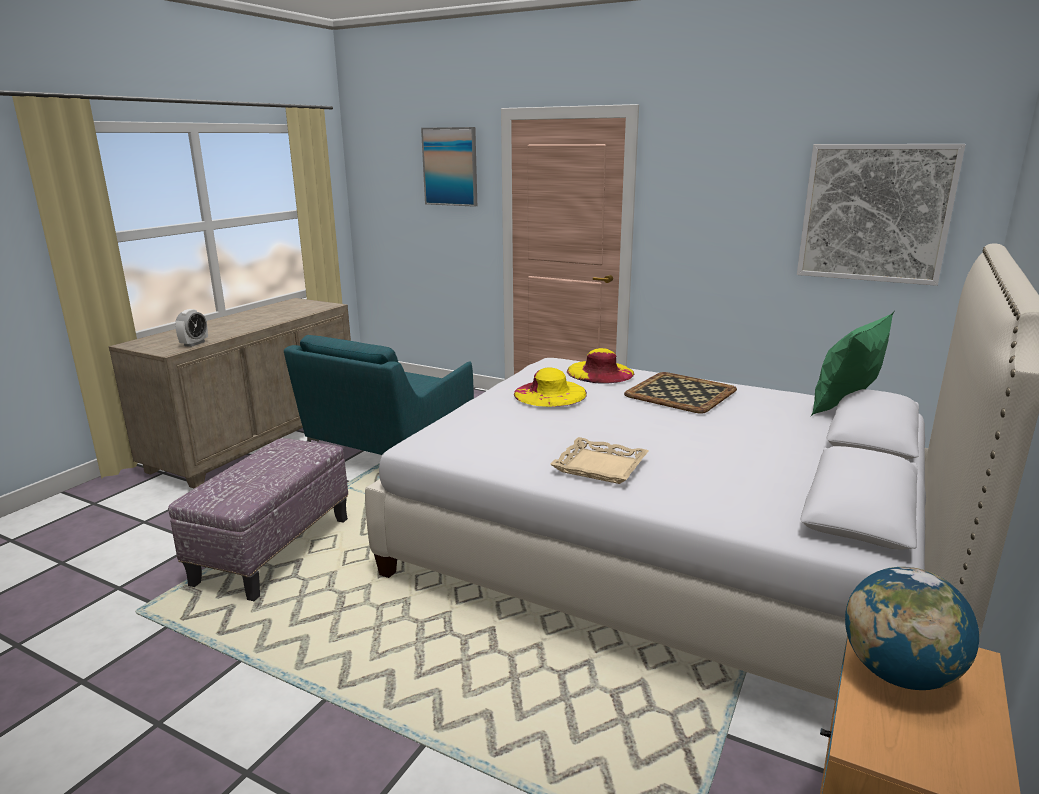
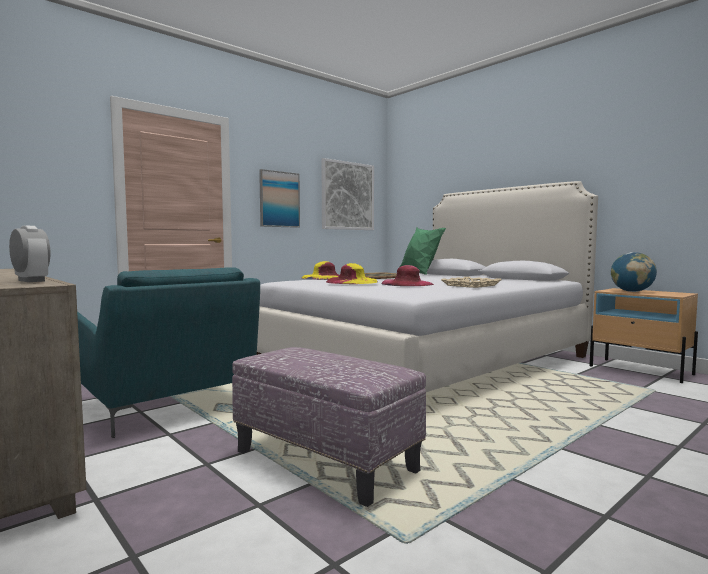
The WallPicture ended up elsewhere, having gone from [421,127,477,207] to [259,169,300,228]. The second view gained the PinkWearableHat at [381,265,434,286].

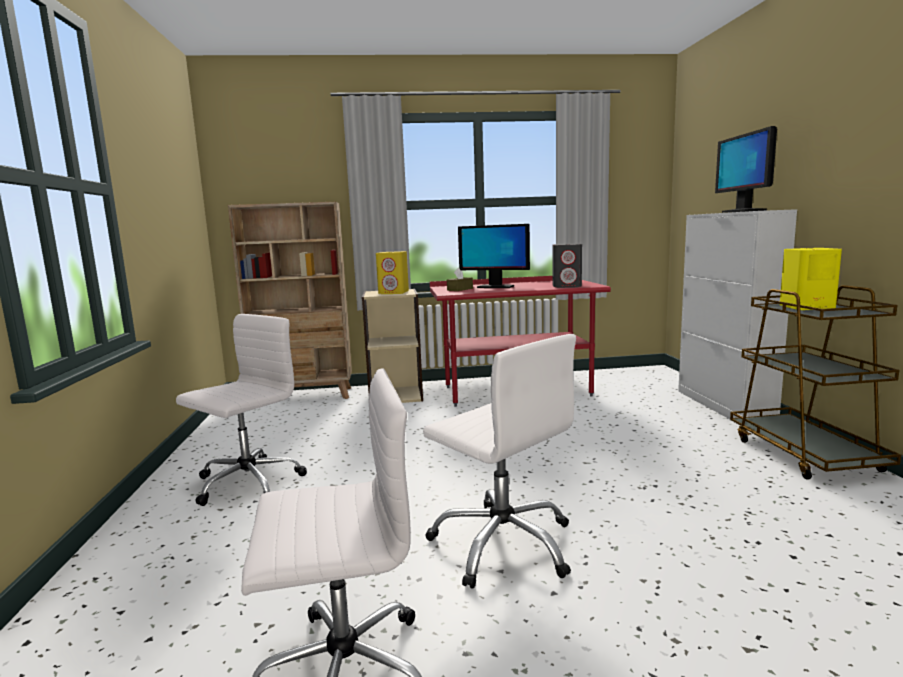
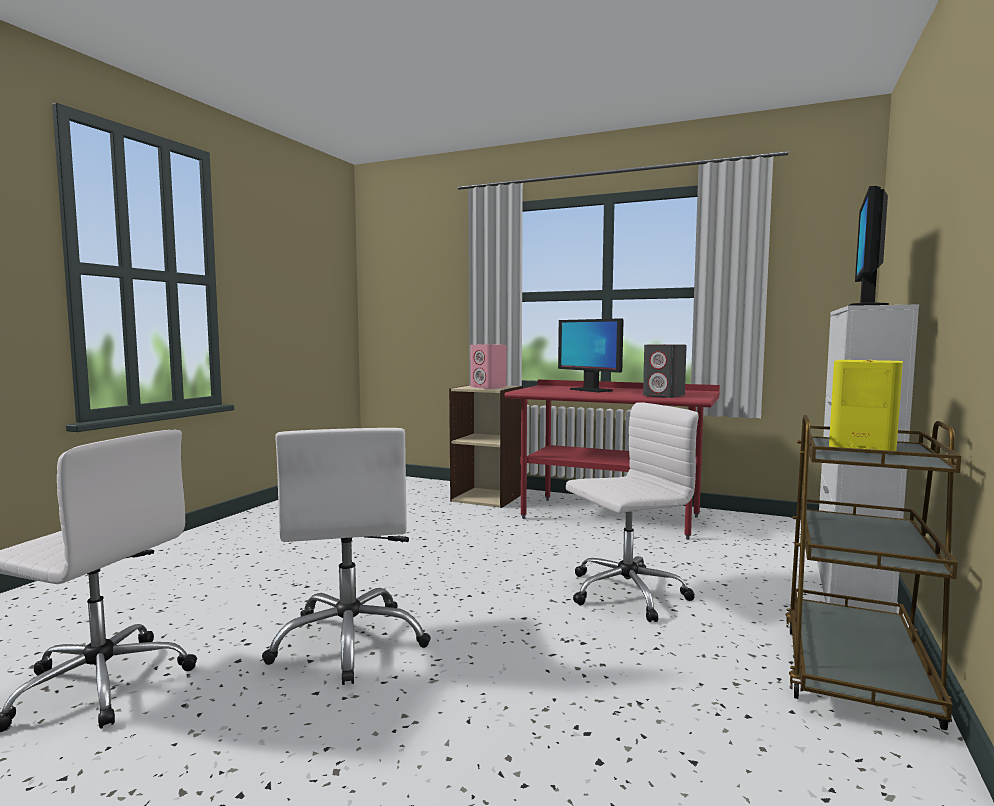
The second view lost the BeigeBookcase at [228,202,352,399]. What was the YellowAudioSpeaker at [376,251,409,294] turned into the PinkAudioSpeaker at [471,344,506,389]. The second view lost the BrownTissueBox at [447,268,473,291]. The WhiteColouredComputerChair ended up elsewhere, having gone from [176,314,307,506] to [566,402,698,622].

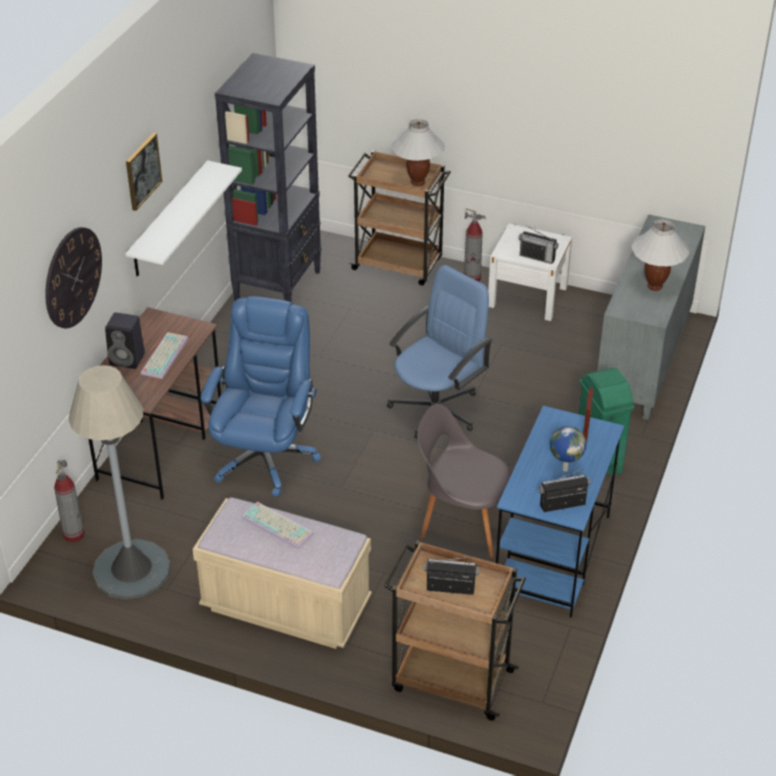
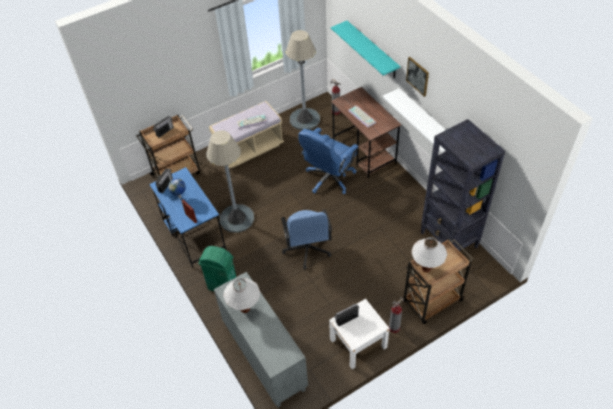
Where the WallClock hung at [45,227,102,328], the BlueGreenBracketShelf came to hang at [331,21,401,78]. The BluishComputerChair at [200,296,321,497] ended up facing another way, 75 degrees clockwise from before. The second view lost the BlackAudioSpeaker at [105,313,145,369]. Where the GreyPlainChair stood at [417,404,511,558], the GreyStandingLamp came to stand at [207,130,254,233].

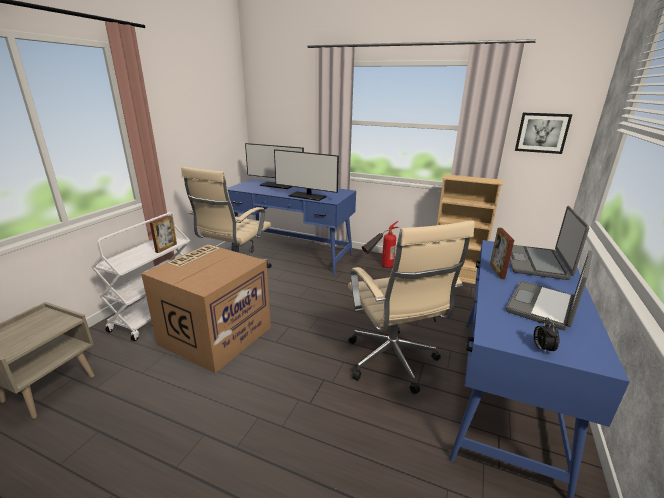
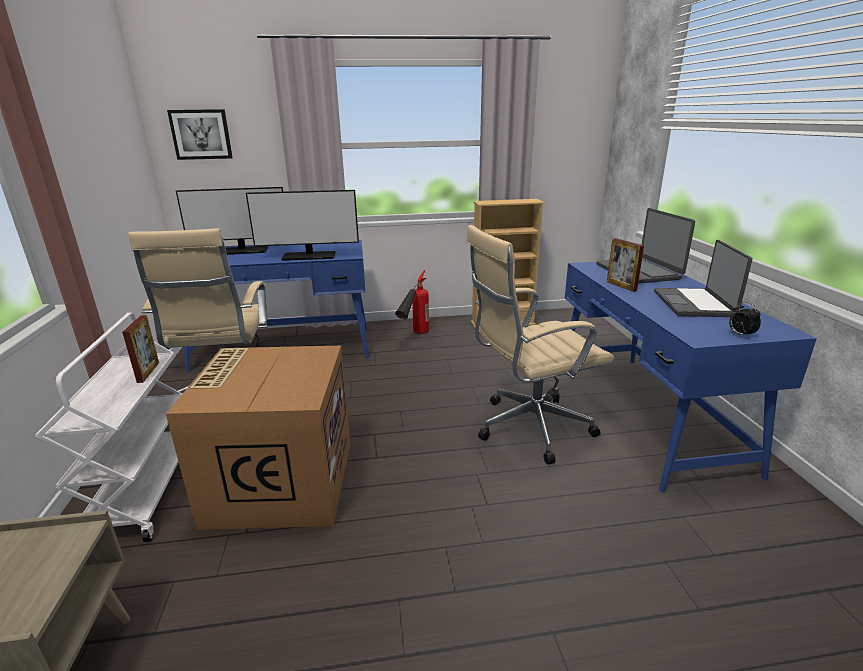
The WallPicture ended up elsewhere, having gone from [515,113,572,154] to [167,109,233,160]. The BeigeComputerChair at [348,220,475,394] ended up facing another way, 120 degrees clockwise from before.

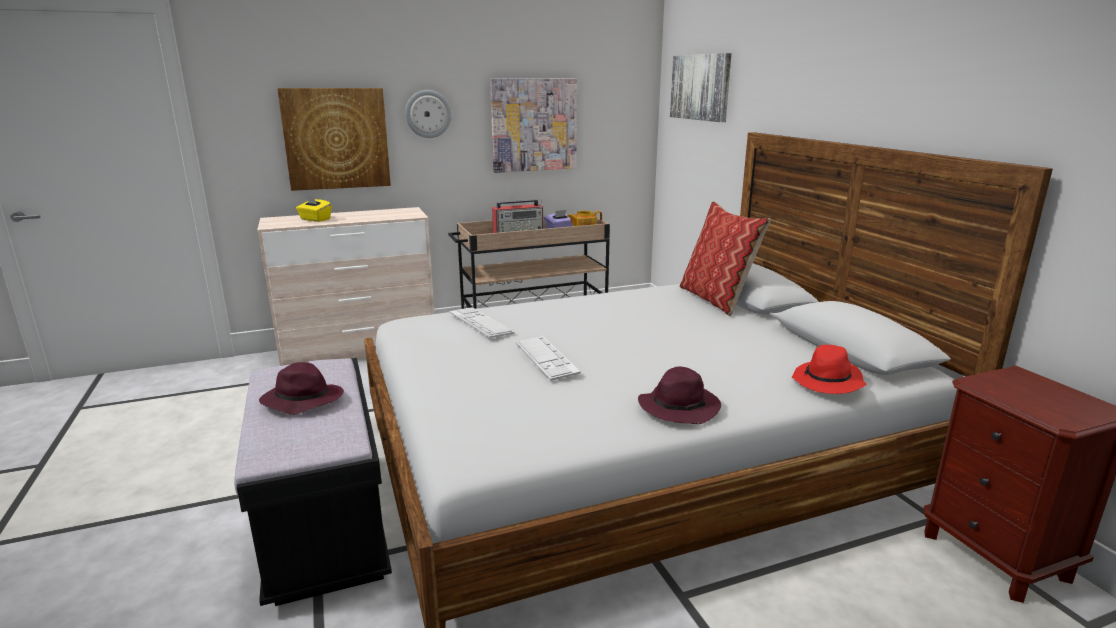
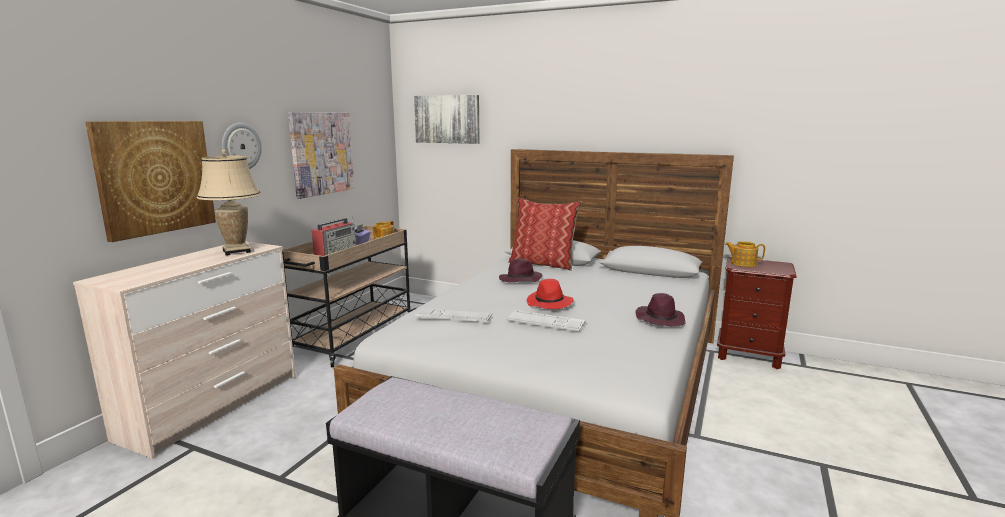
The second view lost the YellowTissueBox at [296,195,332,222]. The ReddishWearableHat ended up elsewhere, having gone from [792,345,867,394] to [527,279,574,309]. The PurpleColouredWearableHat ended up elsewhere, having gone from [259,362,344,415] to [499,258,542,282]. The second view gained the BeigeLampForATable at [197,150,261,256]. The second view gained the TeaPot at [725,241,765,267].

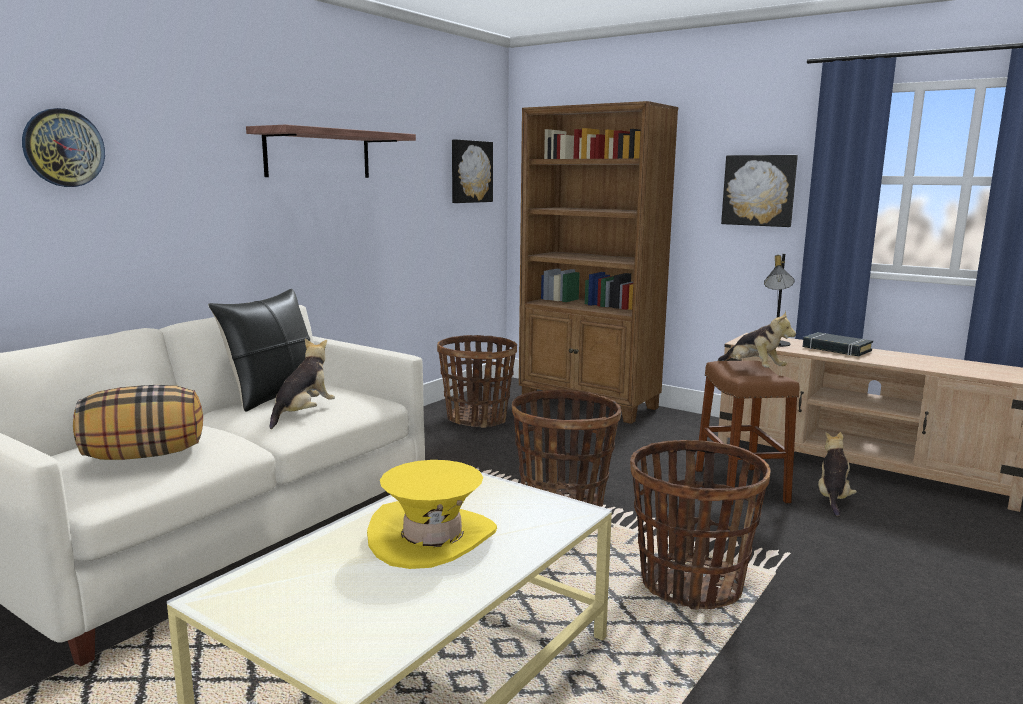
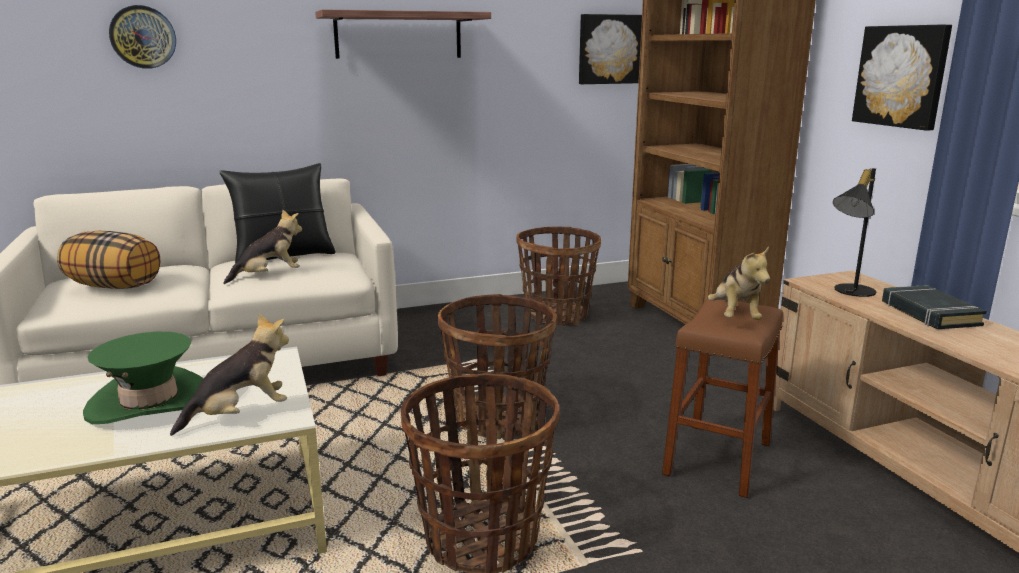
The SoftToy ended up elsewhere, having gone from [818,432,857,516] to [170,313,289,436]. What was the YellowWearableHat at [367,460,497,569] turned into the GreenWearableHat at [83,332,204,424].

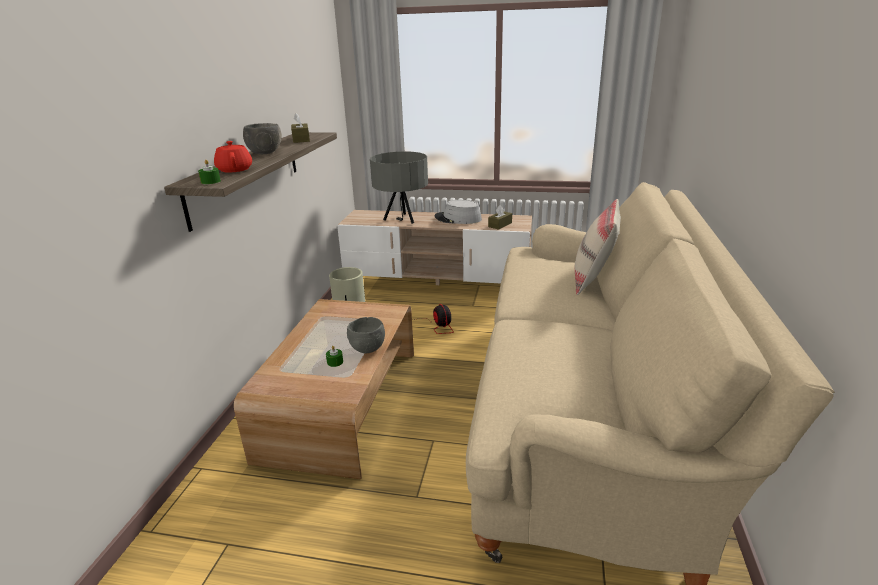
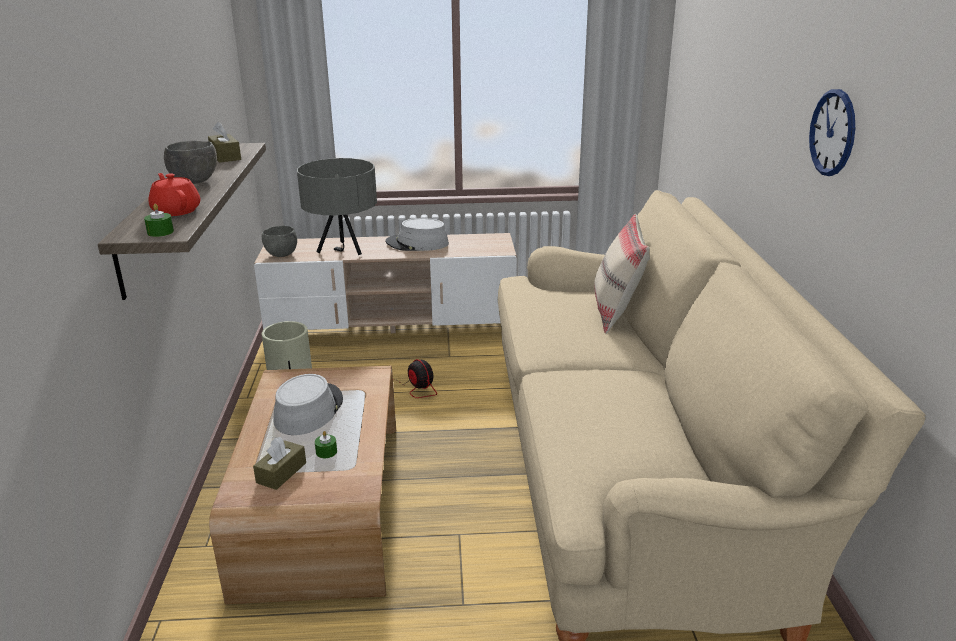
The BrownTissueBox ended up elsewhere, having gone from [488,205,512,230] to [253,437,306,490]. The GreyBowl ended up elsewhere, having gone from [347,317,385,353] to [262,226,297,257]. The second view gained the WallClock at [809,89,855,176]. The second view gained the GreyWearableHat at [273,374,343,435].

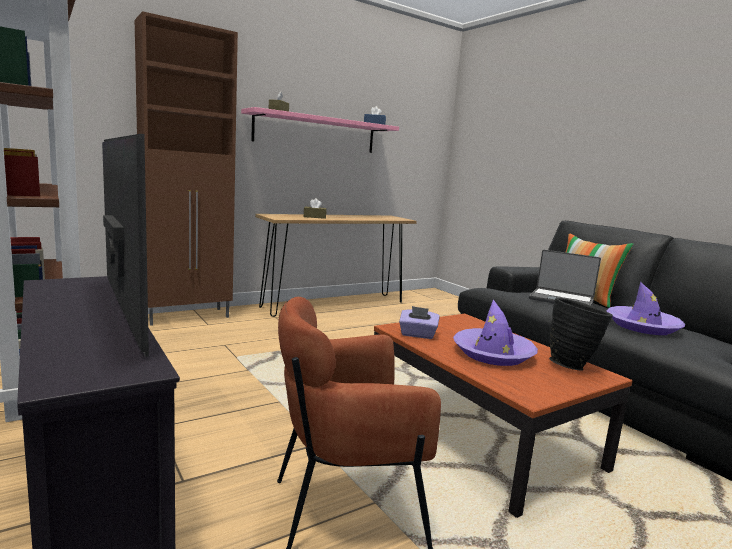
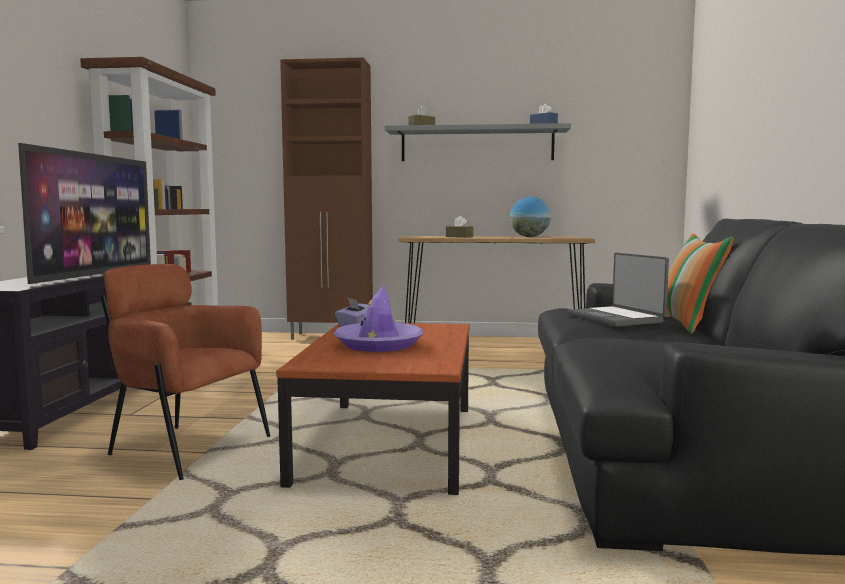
What was the PinkBracketShelf at [241,107,399,153] turned into the GreyBracketShelf at [385,123,571,161]. The second view lost the PurpleColouredWearableHat at [606,282,685,335]. The second view lost the BlackDecorativeVase at [549,298,613,371]. The second view gained the WorldGlobe at [510,197,551,237].

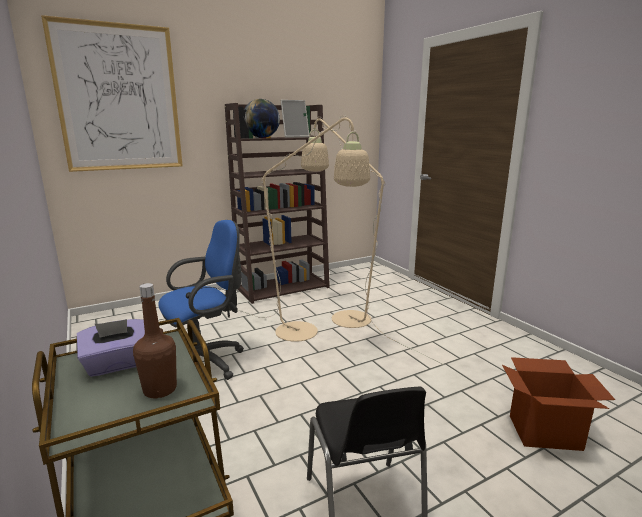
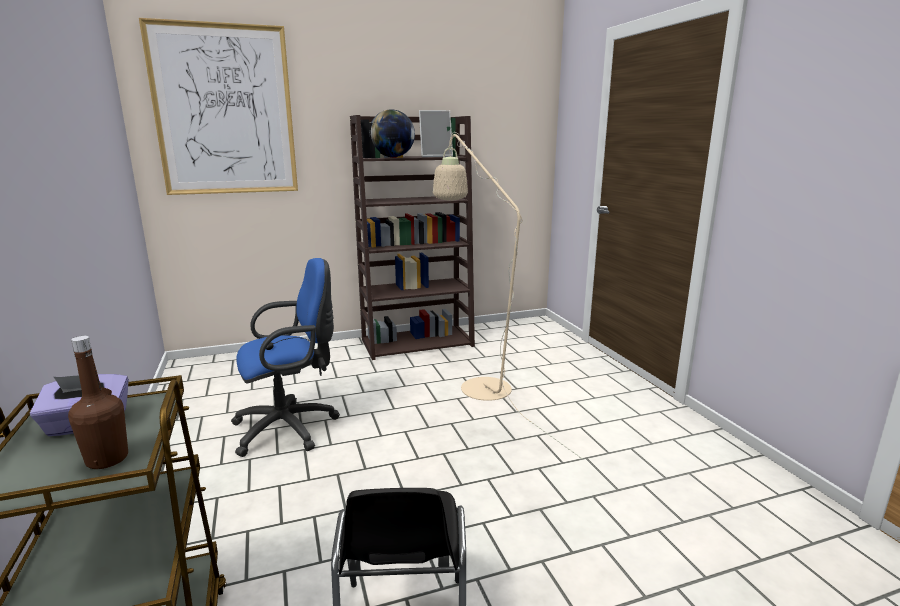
The second view lost the BeigeStandingLamp at [239,115,370,342]. The second view lost the PackingBox at [502,357,615,451].

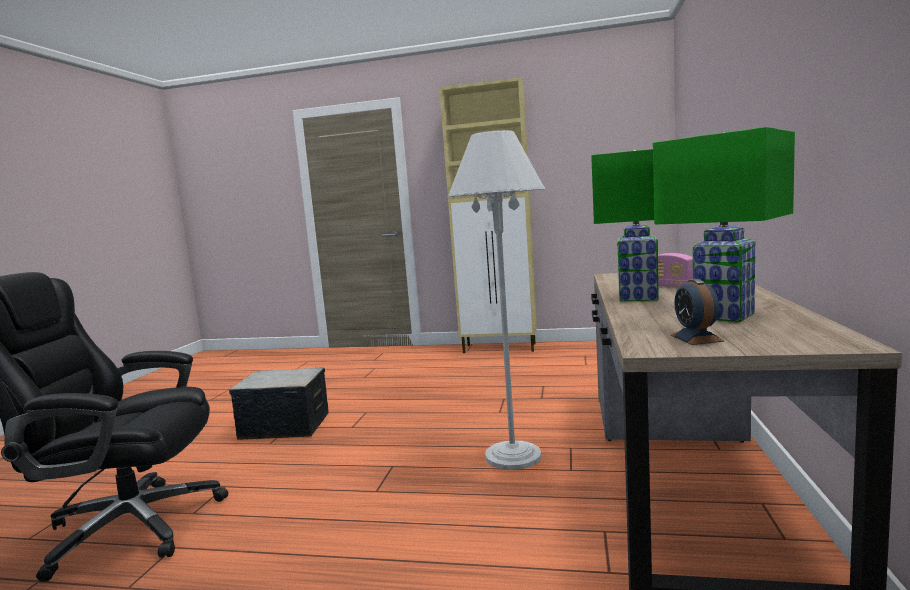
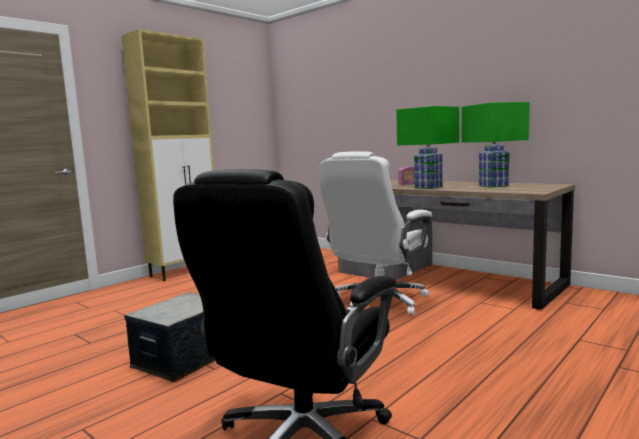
Where the WhiteColouredStandingLamp stood at [448,130,545,470], the WhiteColouredComputerChair came to stand at [320,151,432,315]. The second view lost the BedsideClock at [670,279,724,345].

